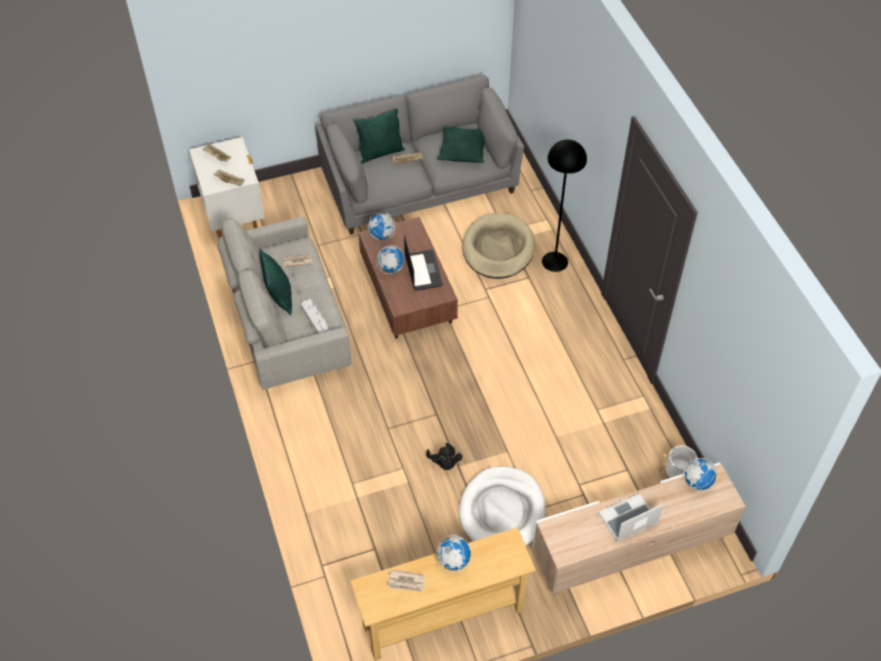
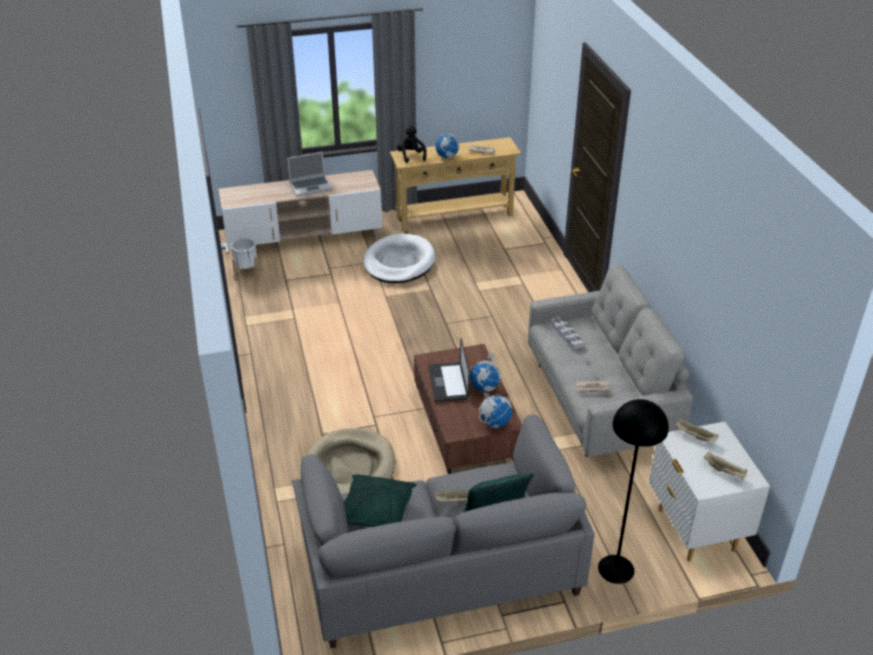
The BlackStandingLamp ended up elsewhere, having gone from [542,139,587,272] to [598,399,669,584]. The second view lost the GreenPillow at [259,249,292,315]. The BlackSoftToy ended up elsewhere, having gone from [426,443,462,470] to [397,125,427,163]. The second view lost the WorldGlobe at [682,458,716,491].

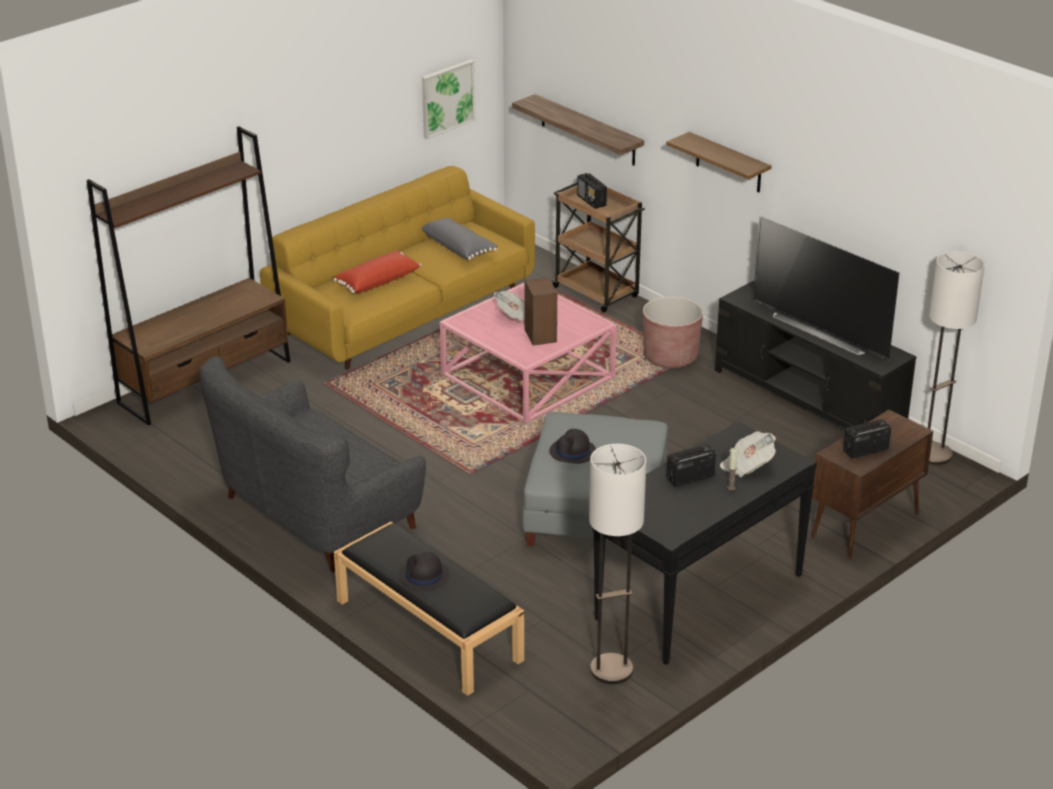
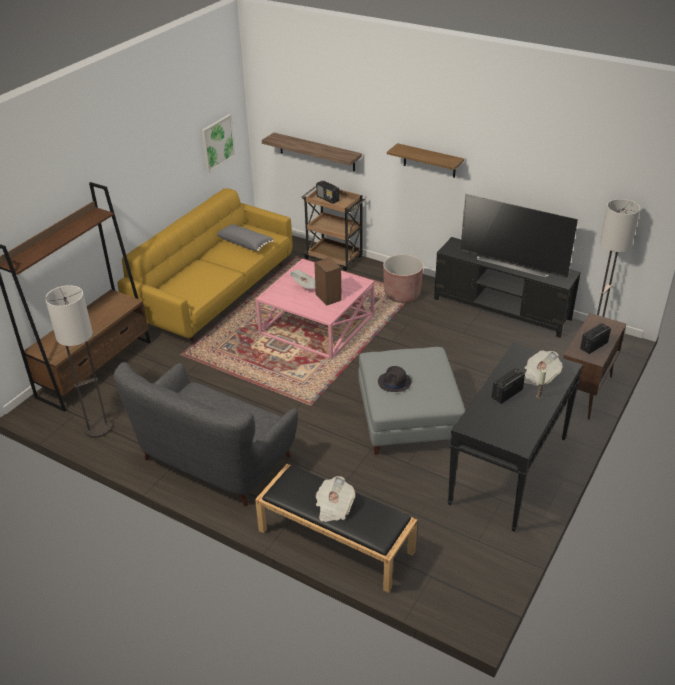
The second view lost the ReddishPillow at [333,251,422,293]. The StandingLamp ended up elsewhere, having gone from [589,444,646,684] to [45,285,112,438]. Where the BlackWearableHat stood at [398,551,450,591], the DailyPaper came to stand at [316,476,355,522].

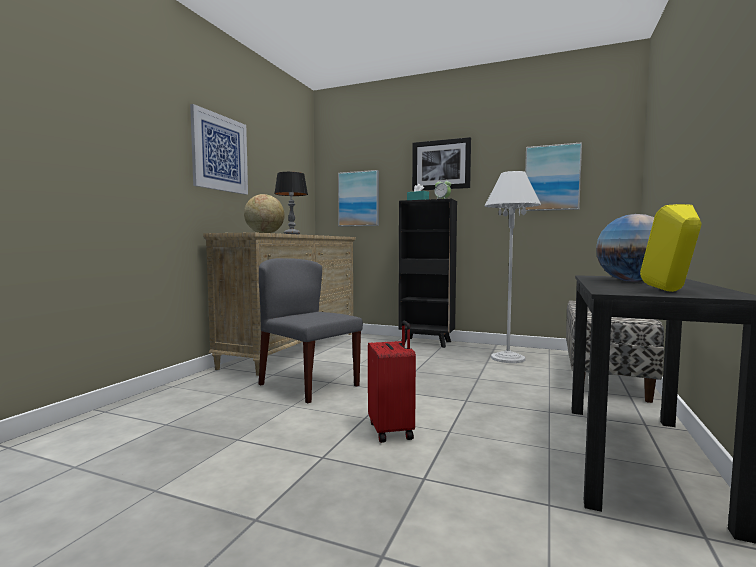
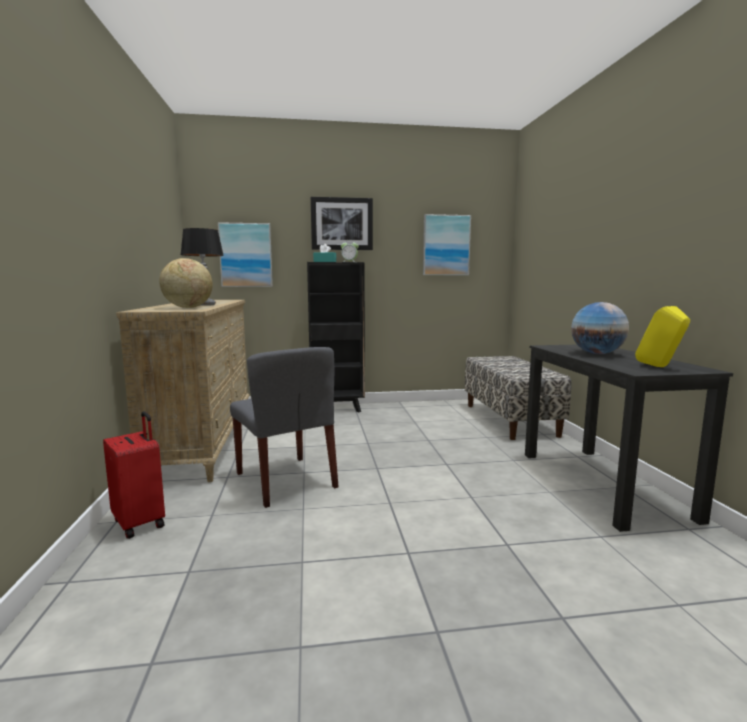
The second view lost the WallPicture at [190,104,248,195]. The second view lost the WhiteColouredStandingLamp at [485,171,541,363]. The GreyPlainChair at [259,258,363,403] ended up facing another way, 135 degrees counterclockwise from before. The ReddishTravelCase ended up elsewhere, having gone from [368,321,416,443] to [103,411,165,539].

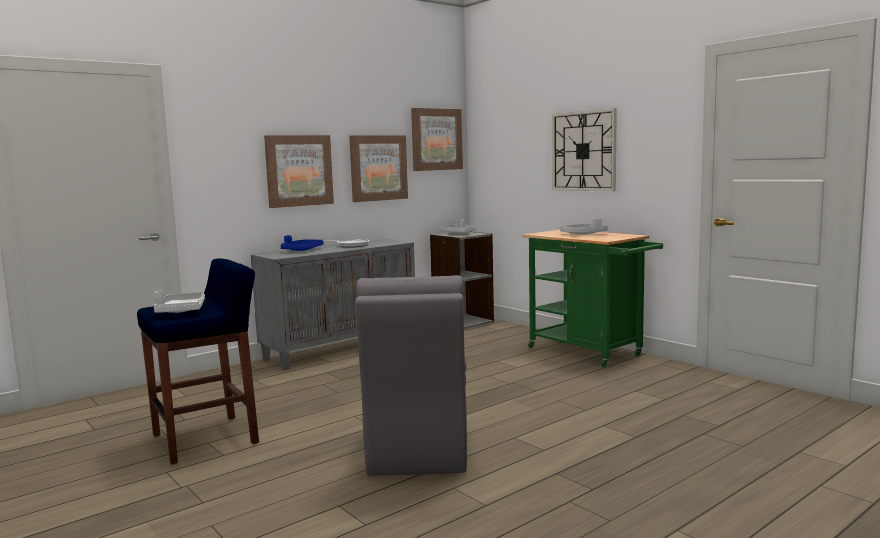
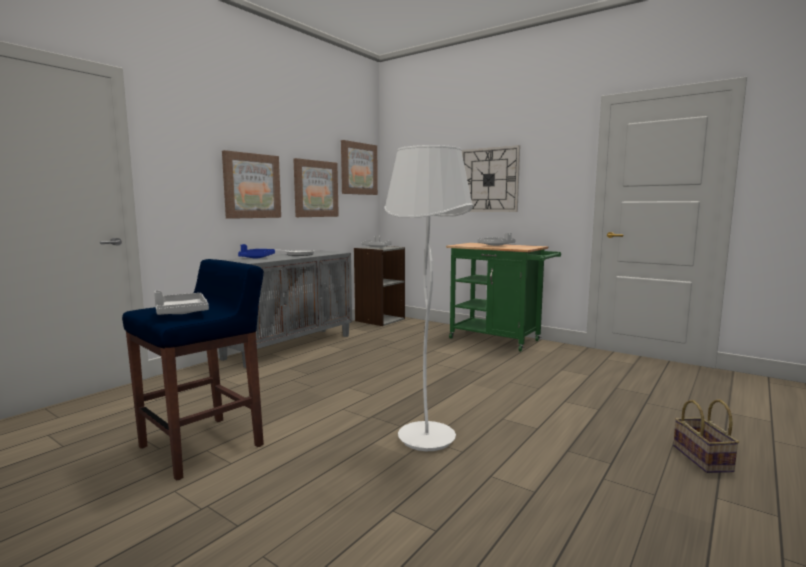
Where the GreyPlainChair stood at [355,275,467,475], the WhiteColouredStandingLamp came to stand at [385,145,474,451]. The second view gained the HouseholdBasket at [673,399,739,473].

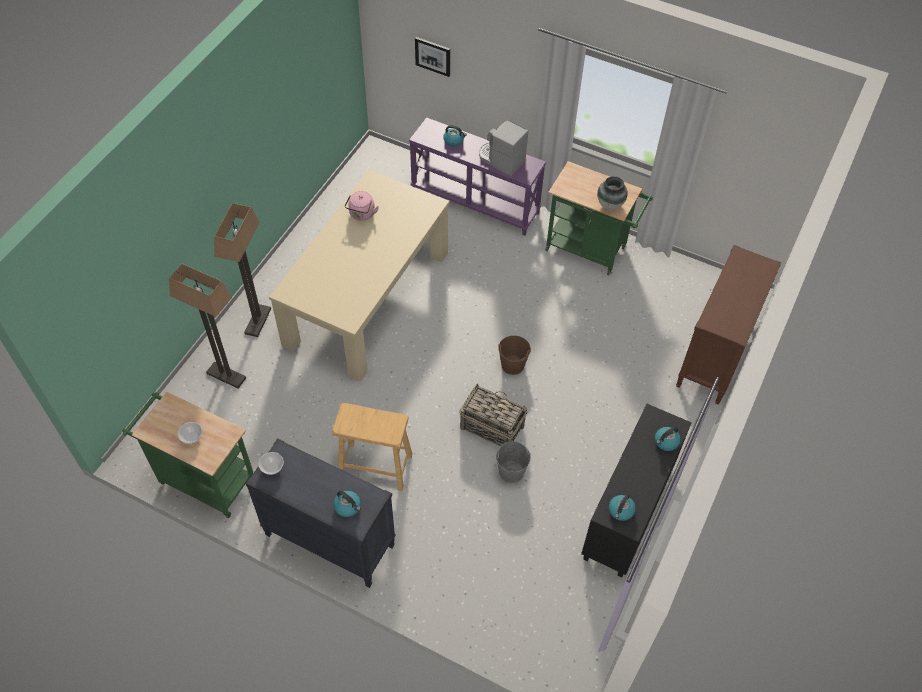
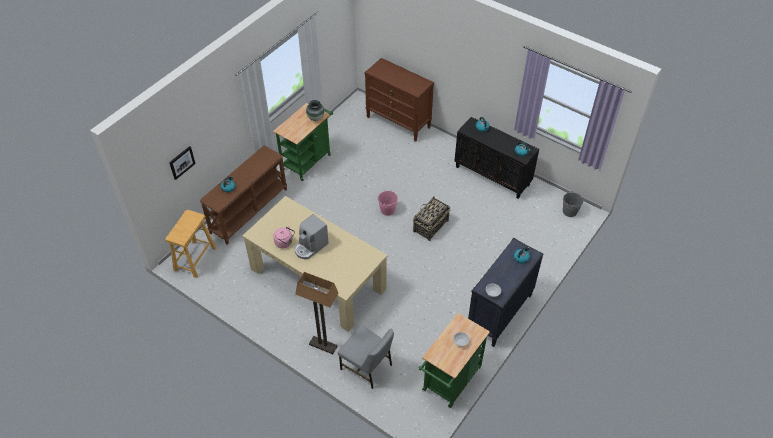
What was the PurpleColouredNarrowTable at [409,117,546,236] turned into the BrownNarrowTable at [199,145,287,245]. The CoffeeMachine ended up elsewhere, having gone from [479,121,528,176] to [295,214,329,259]. Where the StandingLamp stood at [169,264,246,389], the GreyPlainChair came to stand at [338,325,394,389]. What was the BrownPail at [498,335,531,375] turned into the PinkPail at [378,190,398,216]. The BeigeSittingStool ended up elsewhere, having gone from [332,403,412,491] to [165,210,216,278]. The GreyPail ended up elsewhere, having gone from [496,441,531,483] to [563,191,583,217].

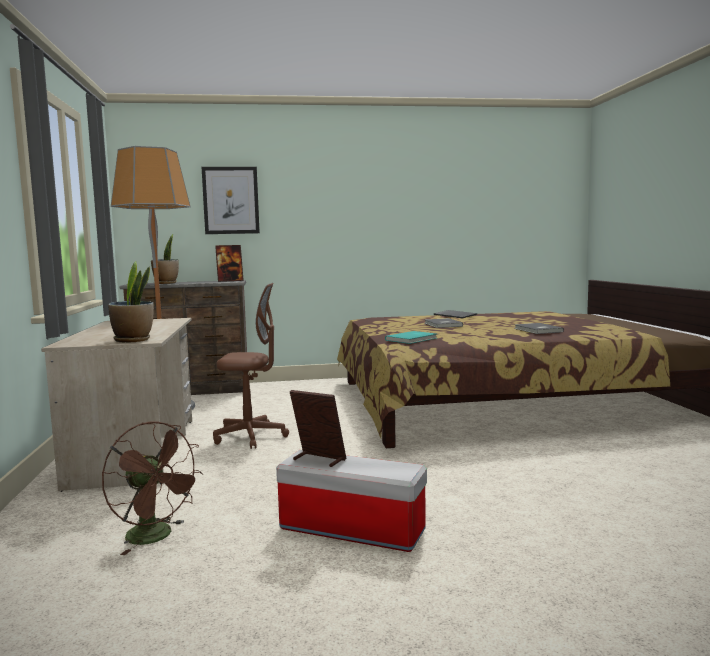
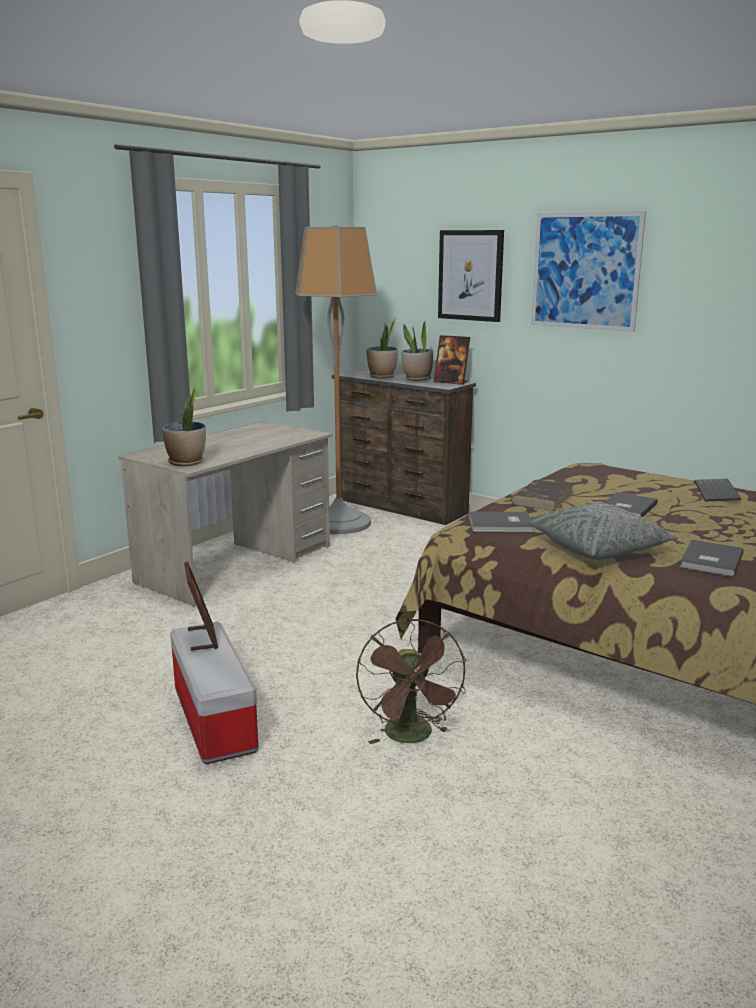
The second view lost the BrownComputerChair at [213,283,289,449]. What was the BlueGreenBoundBook at [385,331,437,344] turned into the GreyBoundBook at [469,511,534,532]. The BrownCoolingFan ended up elsewhere, having gone from [102,422,203,555] to [356,618,466,744]. The second view gained the WallPicture at [531,211,646,332]. The second view gained the PottedPlant at [402,321,433,381]. The second view gained the BrownBoundBook at [511,480,574,511]. The second view gained the GreyPillow at [528,503,678,560].

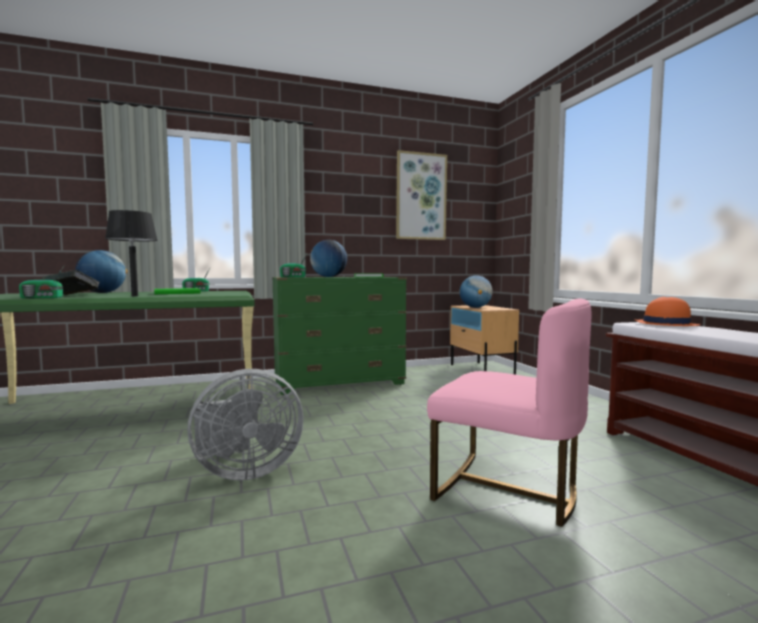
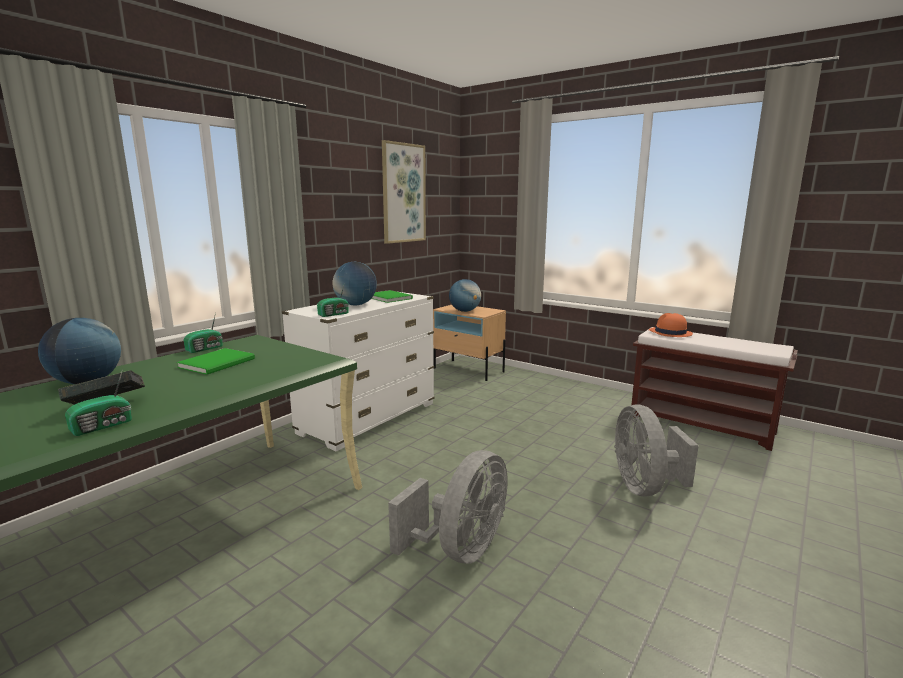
The second view lost the BlackLampForATable at [105,210,158,296]. What was the GreenDresser at [272,277,407,395] turned into the WhiteColouredDresser at [282,291,435,451]. Where the PinkPlainChair stood at [427,298,591,527], the GreyCoolingFan came to stand at [614,404,699,497].

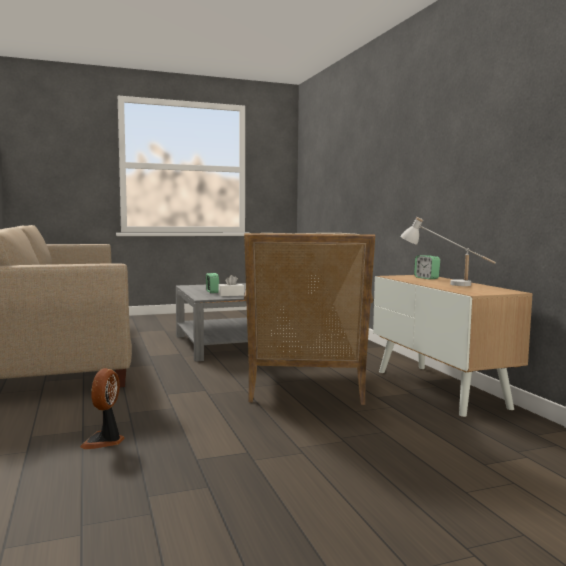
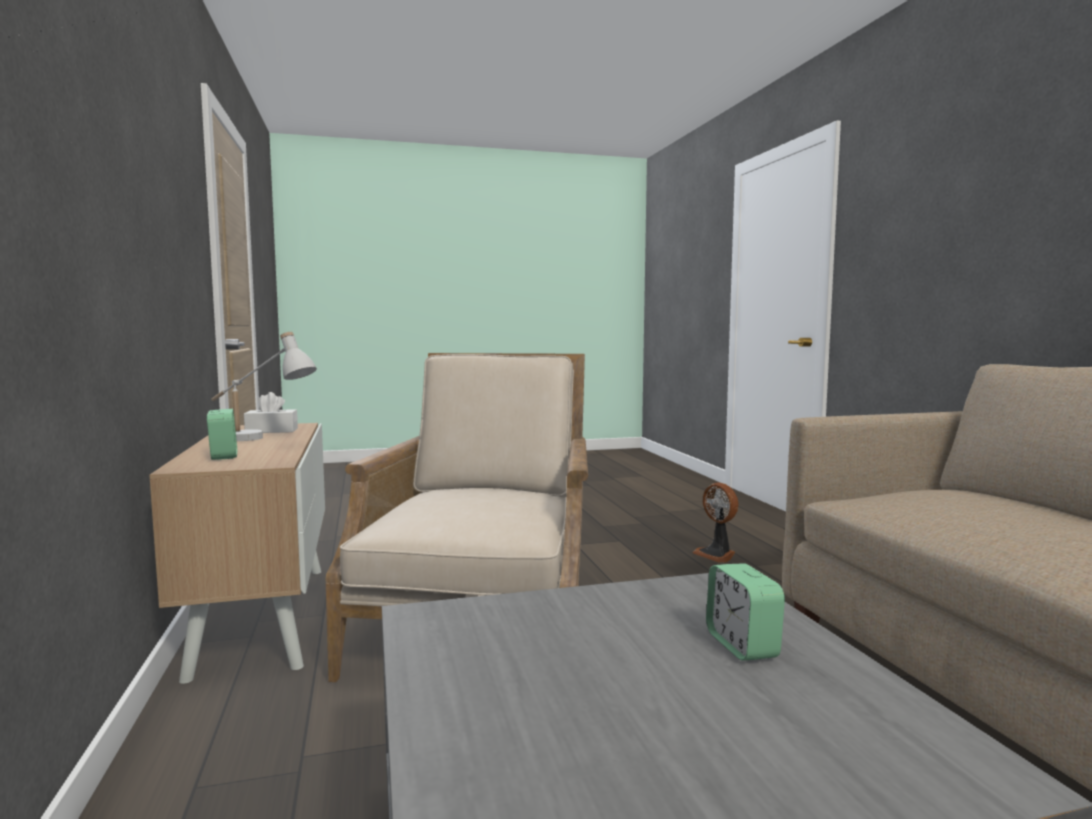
The WhiteColouredTissueBox ended up elsewhere, having gone from [218,275,244,296] to [244,392,298,433]. The CoolingFan at [80,368,125,449] ended up facing another way, 135 degrees clockwise from before.

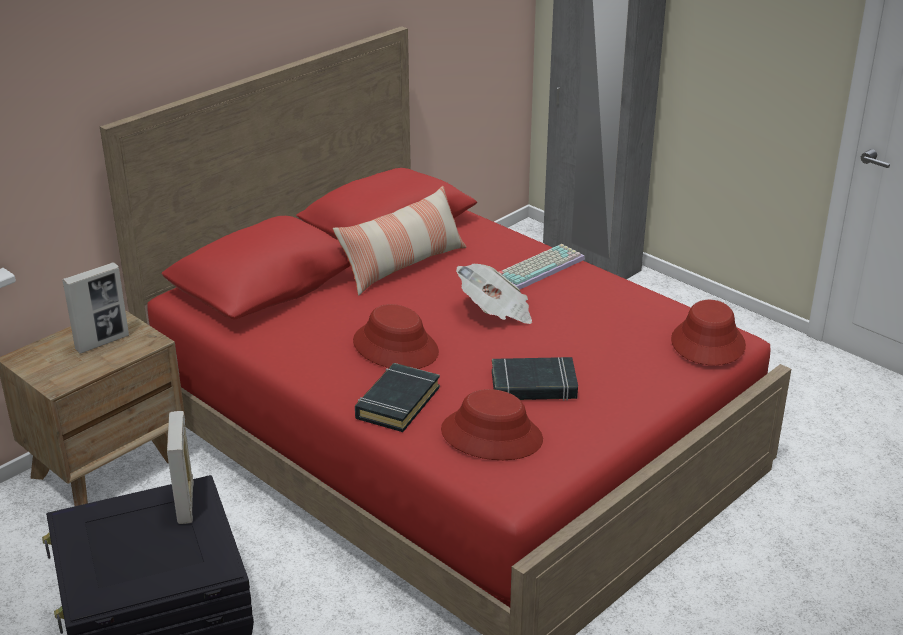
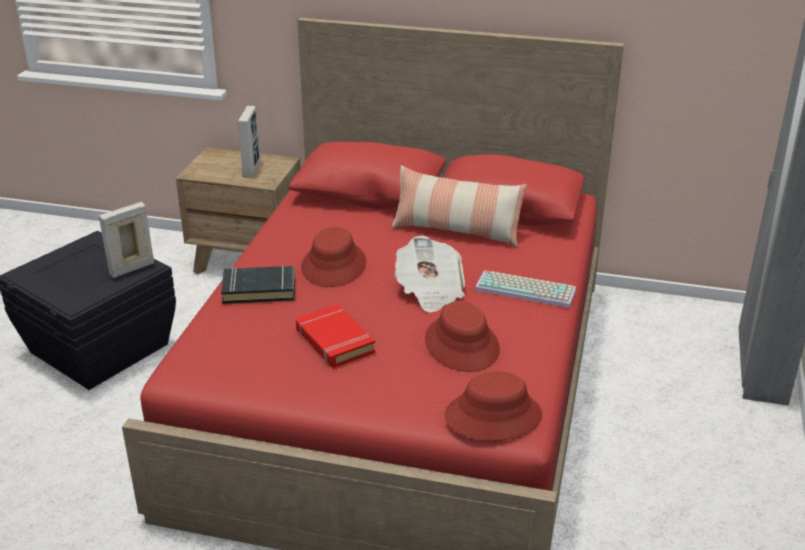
The StandingFrame at [62,262,129,354] ended up facing another way, 105 degrees counterclockwise from before. What was the BlackBoundBook at [492,357,578,401] turned into the ReddishBoundBook at [296,304,375,368]. The ReddishWearableHat ended up elsewhere, having gone from [441,389,543,460] to [425,301,500,372].

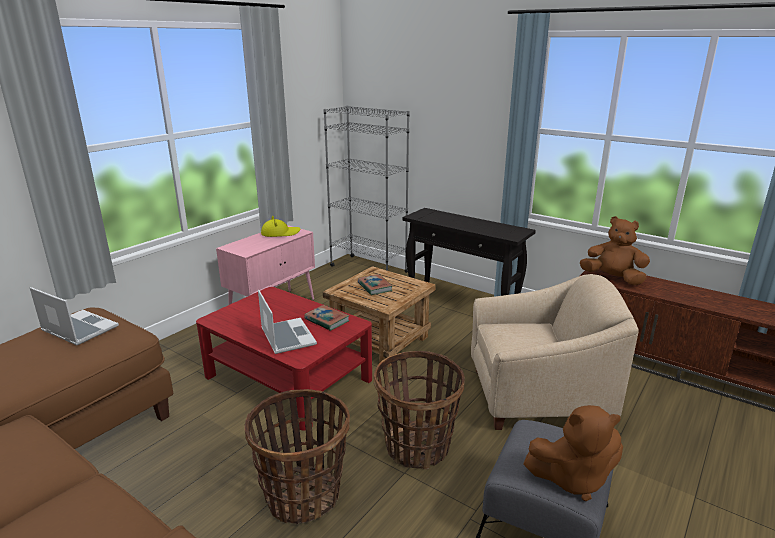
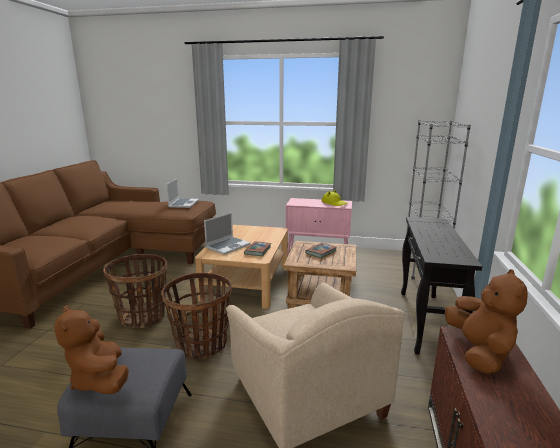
What was the ReddishLoungeTable at [196,287,372,431] turned into the BeigeLoungeTable at [195,225,288,309].

